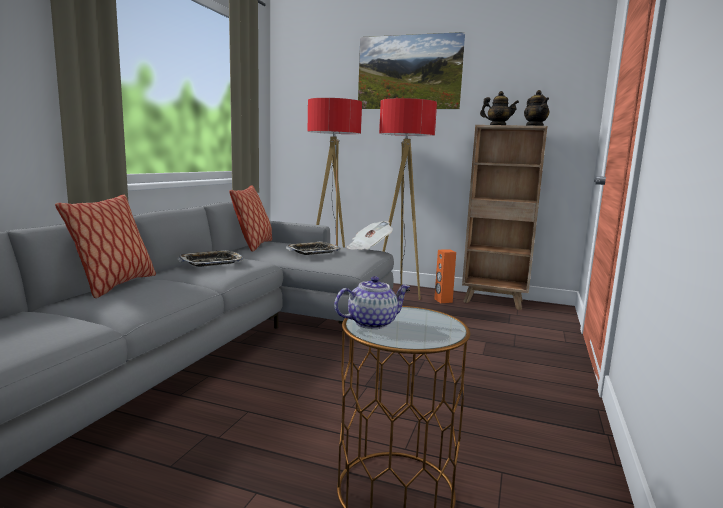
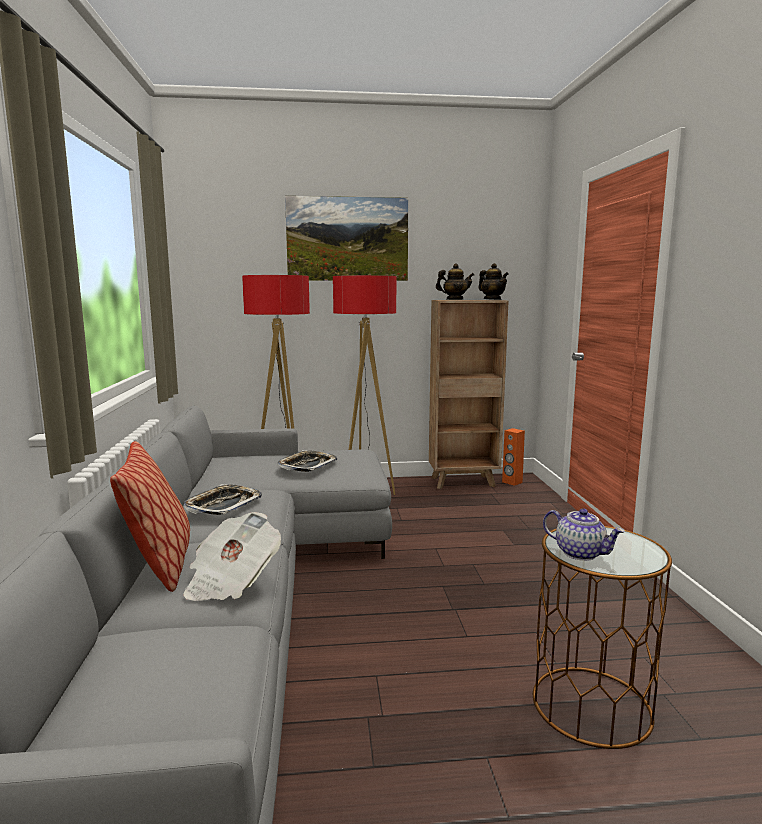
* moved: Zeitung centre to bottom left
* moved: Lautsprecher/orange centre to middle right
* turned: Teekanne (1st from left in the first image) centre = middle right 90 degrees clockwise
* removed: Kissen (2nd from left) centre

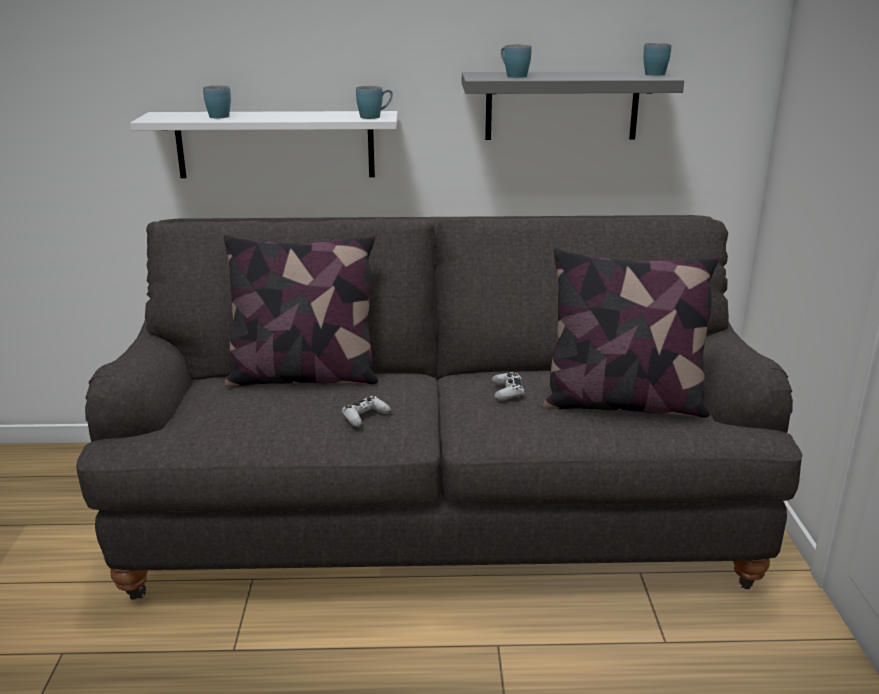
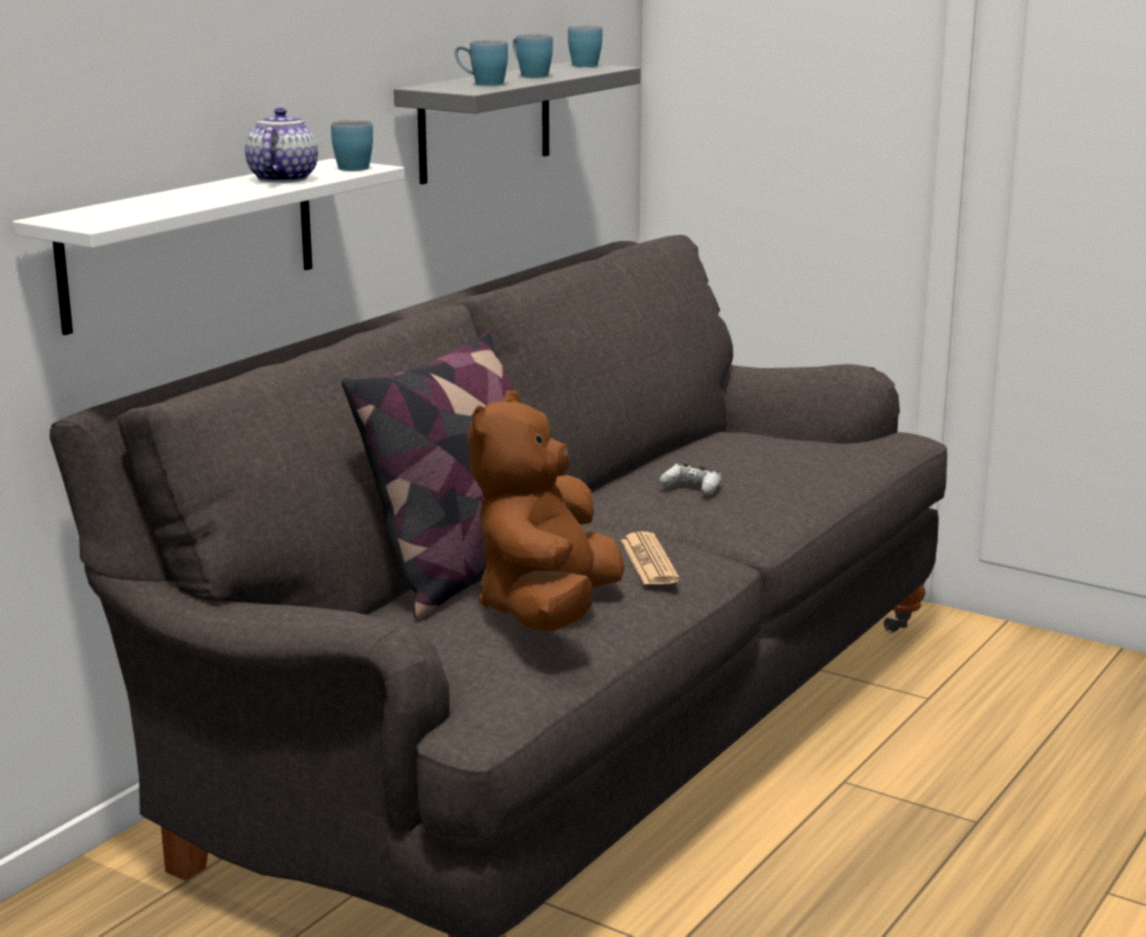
* added: Teekanne top left
* added: Plüschtier/braun centre
* moved: Henkelbecher/blau (1st from left in the first image) top left to Henkelbecher/blau (3rd from left) top centre
* replaced: Gamepad/weiß (1st from left) centre to Zeitung centre
* removed: Kissen (2nd from left) middle right

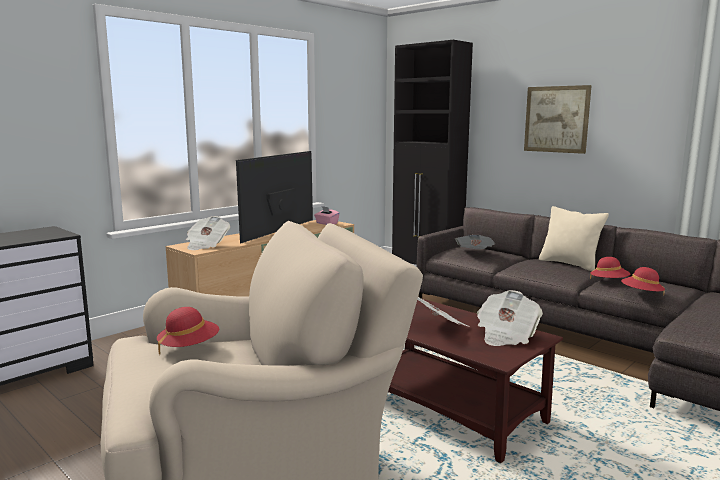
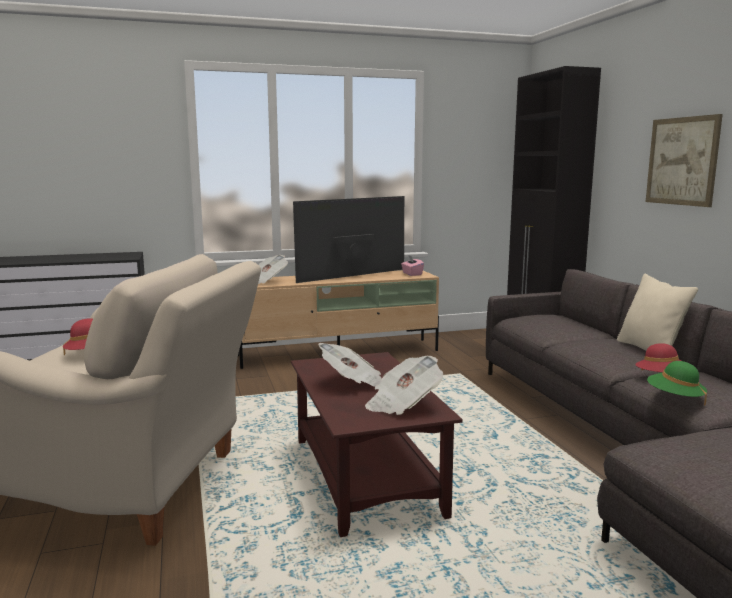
* recoloured: Hut/rot (3rd from left) middle right to Hut/grün middle right
* removed: Zeitung (3rd from left) centre

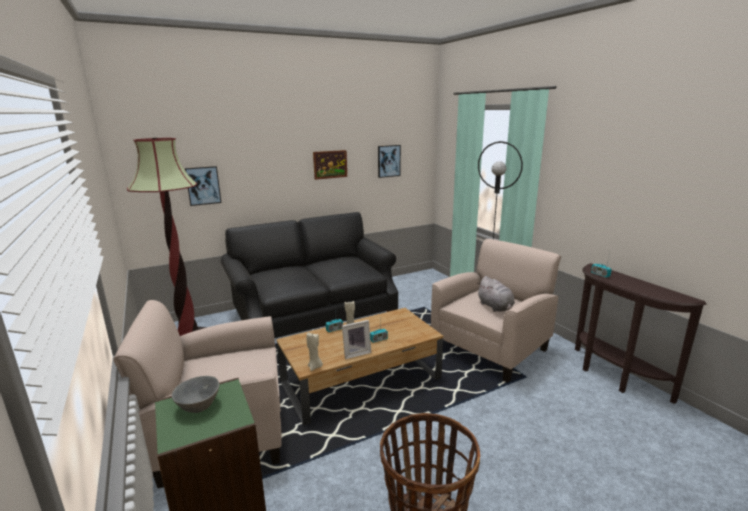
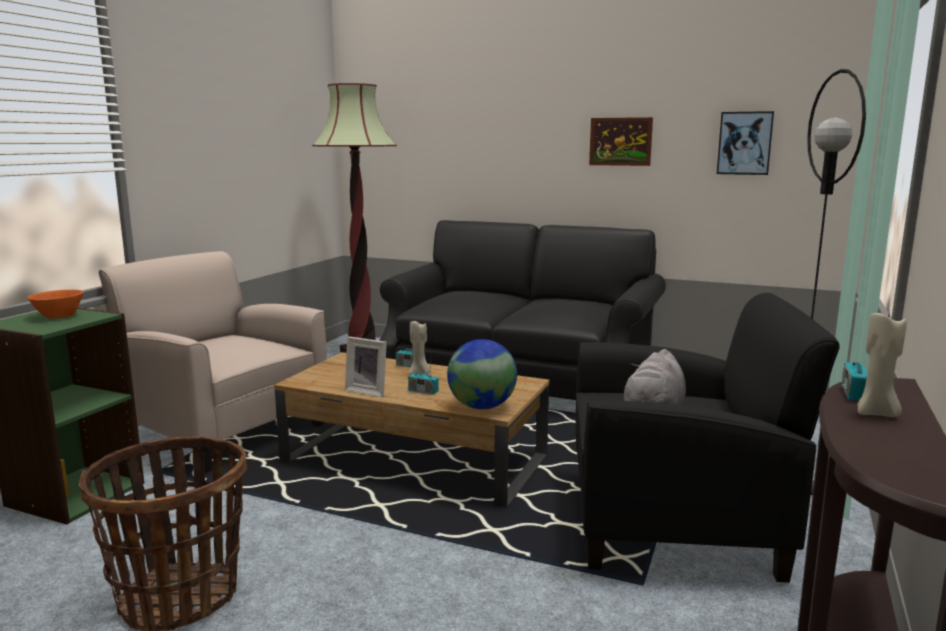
* recoloured: Schüssel/grau bottom left to Schüssel/orange middle left
* added: Globus centre
* recoloured: Sessel/beige (2nd from left) centre to Sessel/schwarz bottom right
* moved: Kerze/beige (1st from left in the first image) bottom centre to Kerze/beige (2nd from left) middle right
* removed: Bild (1st from left) middle left

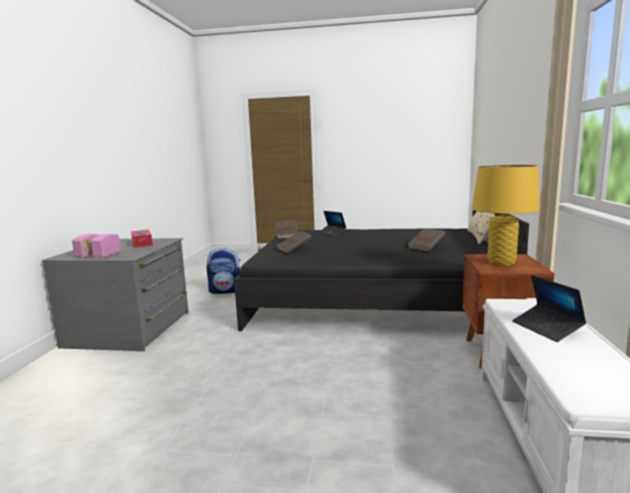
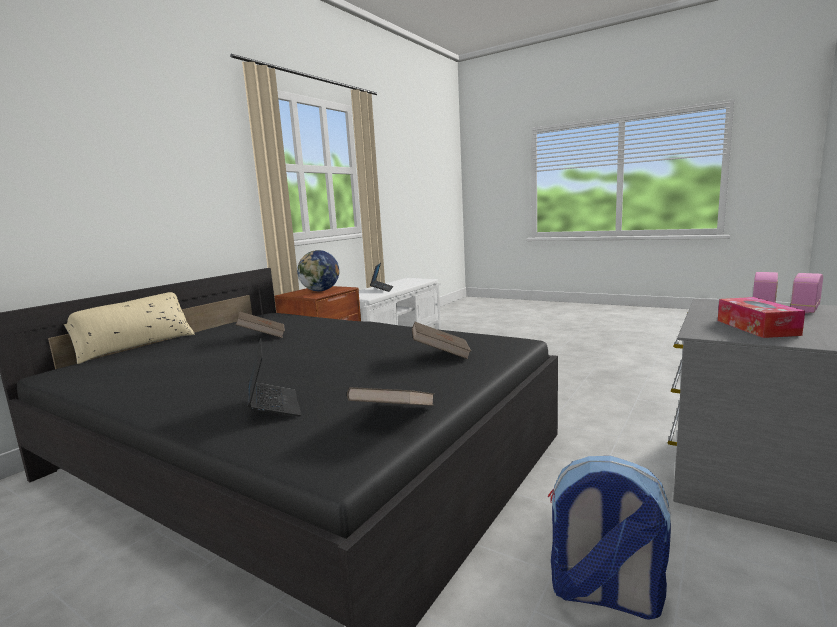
* replaced: Tischlampe/gelb middle right to Globus centre

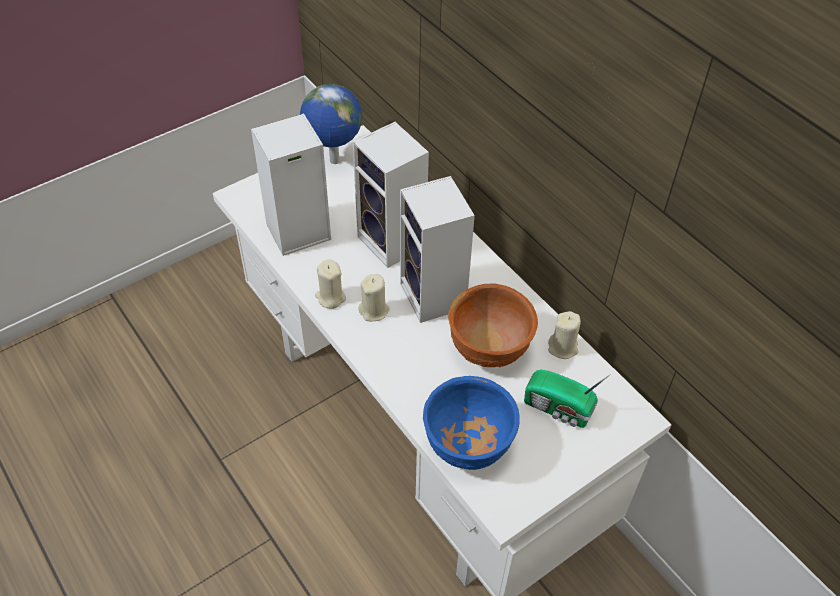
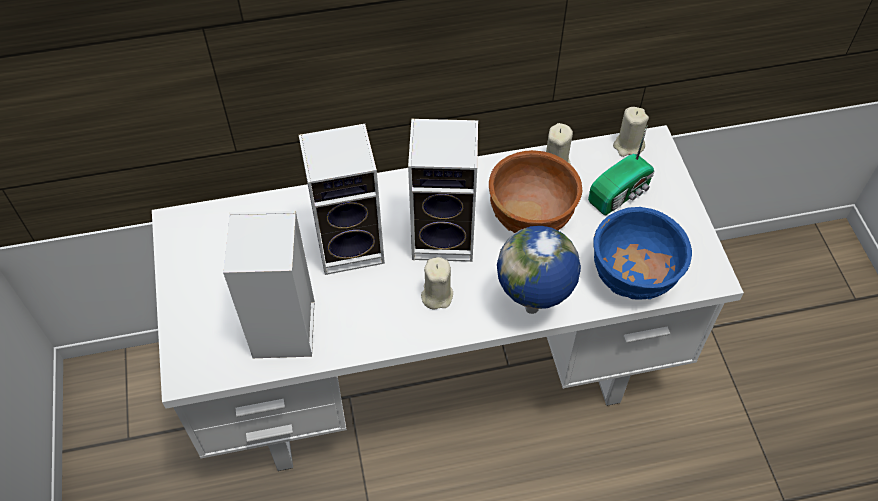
* moved: Globus top centre to centre
* moved: Kerze/beige (1st from left in the first image) centre to Kerze/beige (3rd from left) top right

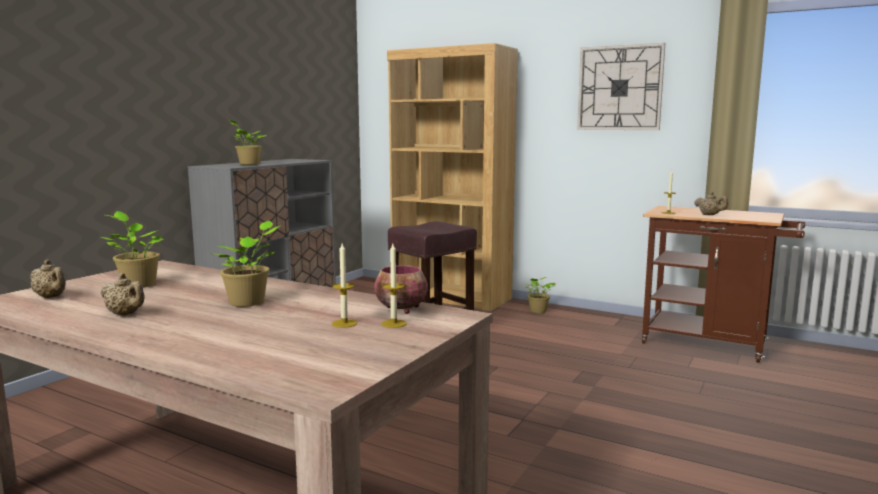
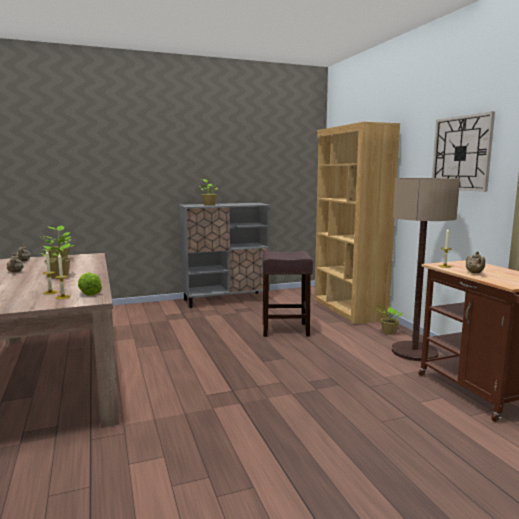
* replaced: Schüssel centre to Salatkopf middle left
* added: Stehlampe middle right

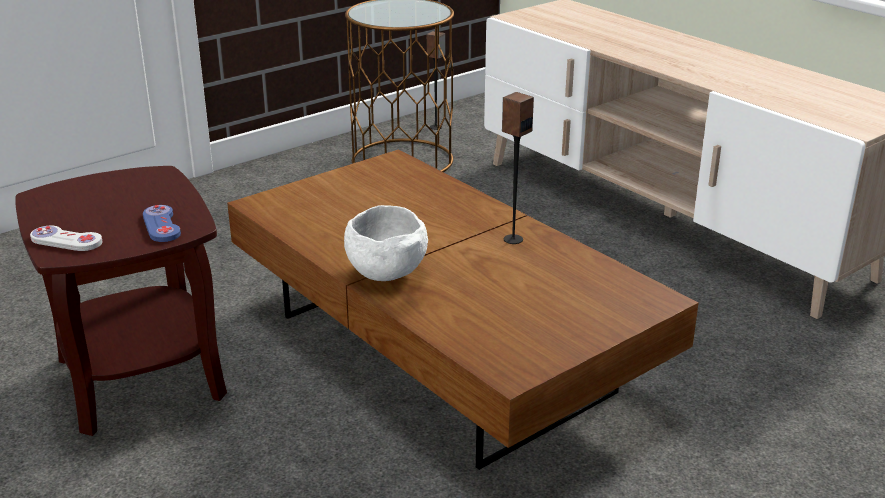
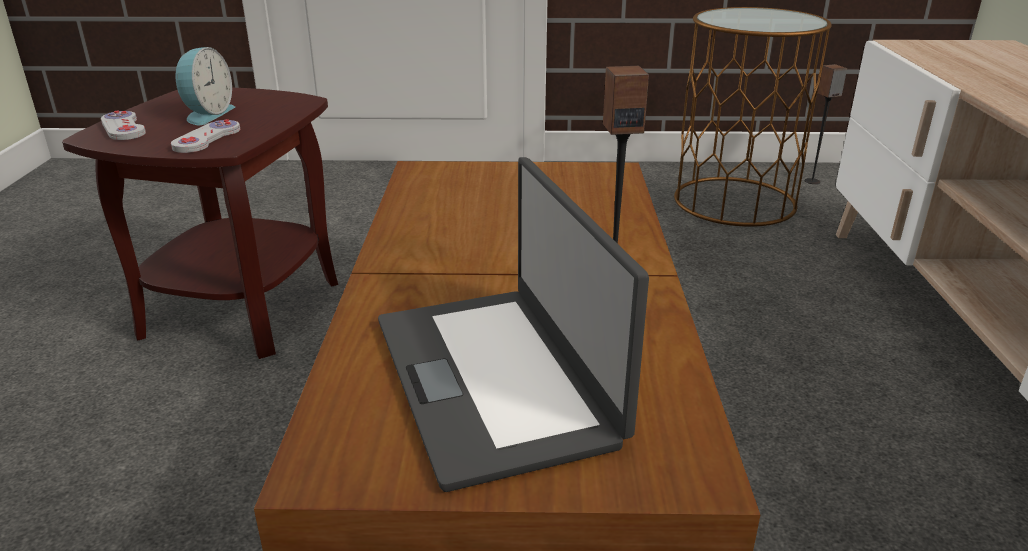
* recoloured: Gamepad/blau middle left to Gamepad/weiß (2nd from left) top left
* added: Wecker top left
* added: Laptop centre
* removed: Schüssel/weiß centre

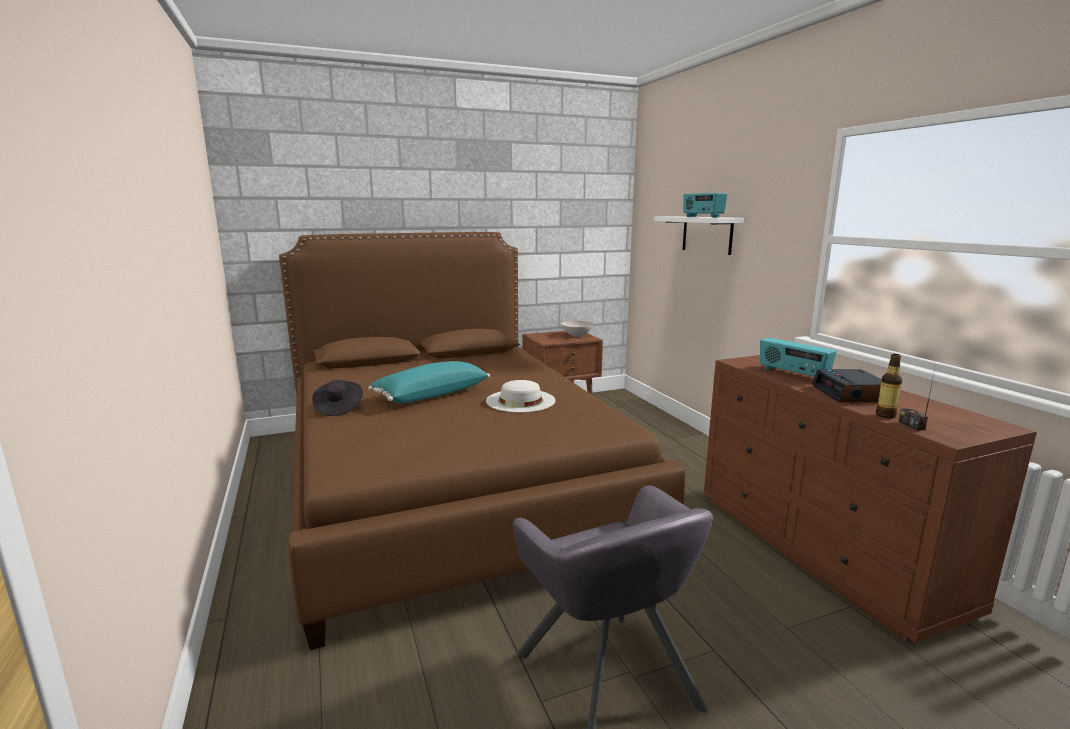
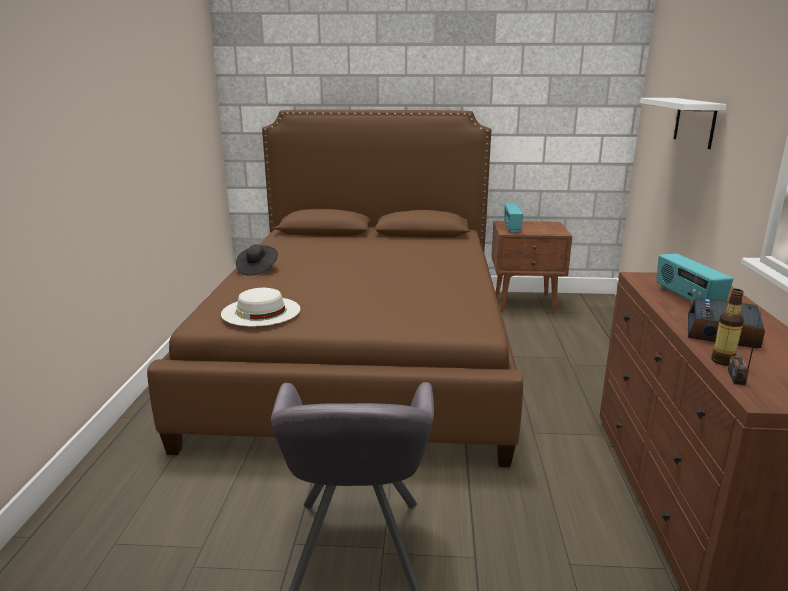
* moved: Hut/weiß centre to middle left
* moved: Radio (1st from left) top centre to centre
* removed: Kissen/türkis centre
* removed: Schüssel/weiß centre

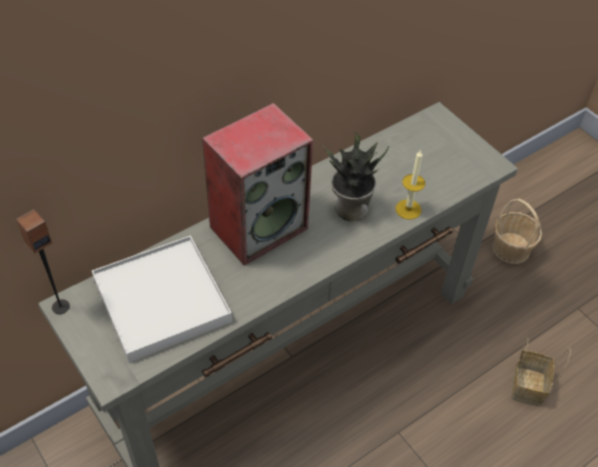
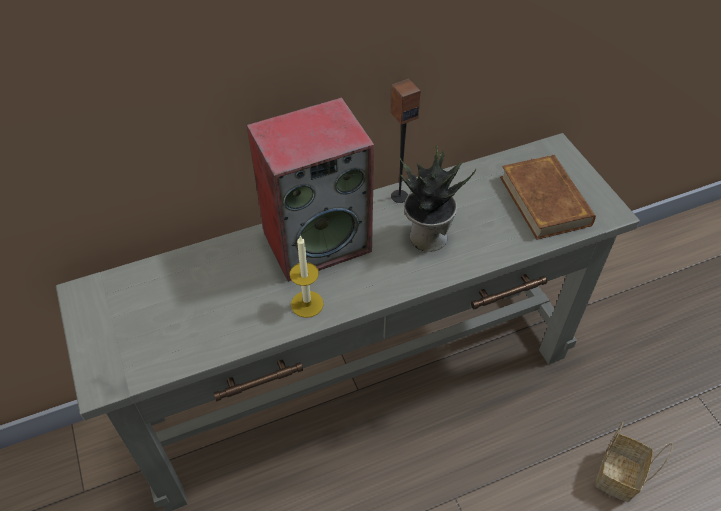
* moved: Kerze middle right to centre
* moved: Lautsprecher (1st from left in the first image) middle left to Lautsprecher (2nd from left) top centre
* added: Buch/braun middle right
* removed: Tablett/weiß middle left
* removed: Korb (1st from left) middle right

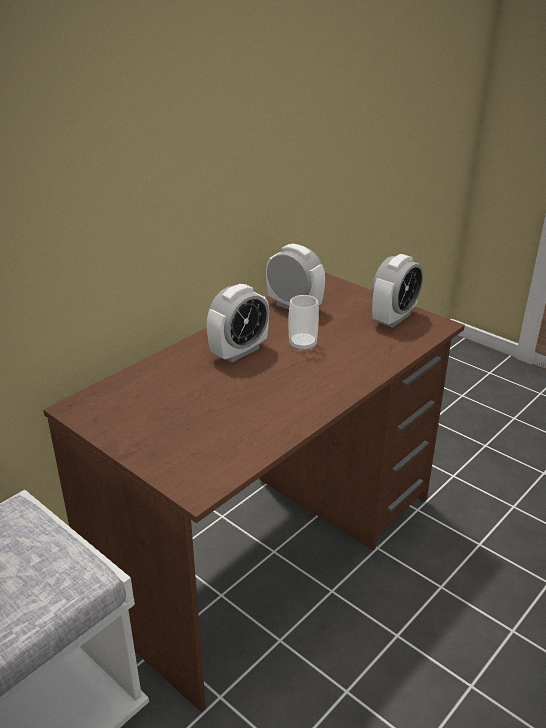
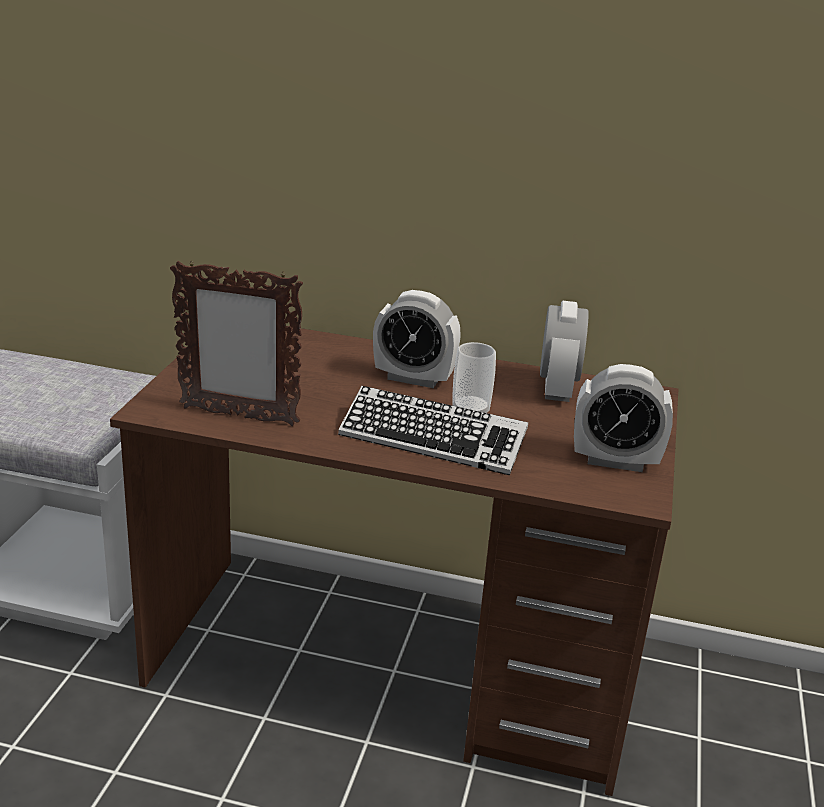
* added: Bilderrahmen middle left
* added: Tastatur centre

